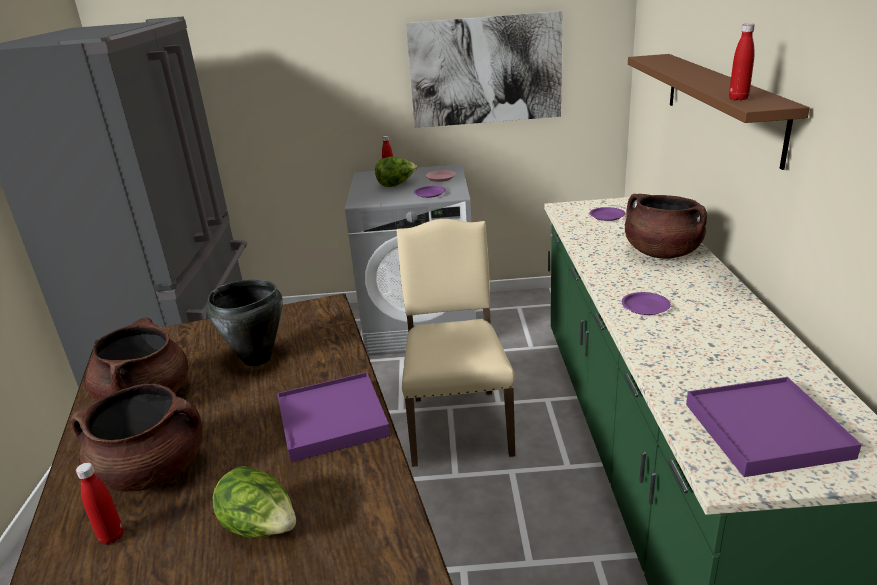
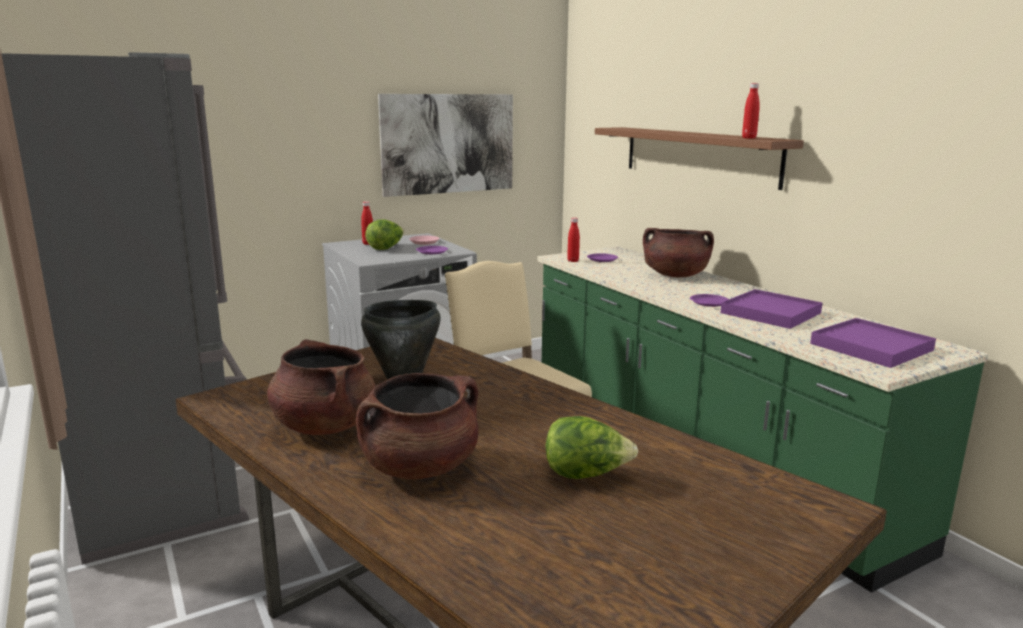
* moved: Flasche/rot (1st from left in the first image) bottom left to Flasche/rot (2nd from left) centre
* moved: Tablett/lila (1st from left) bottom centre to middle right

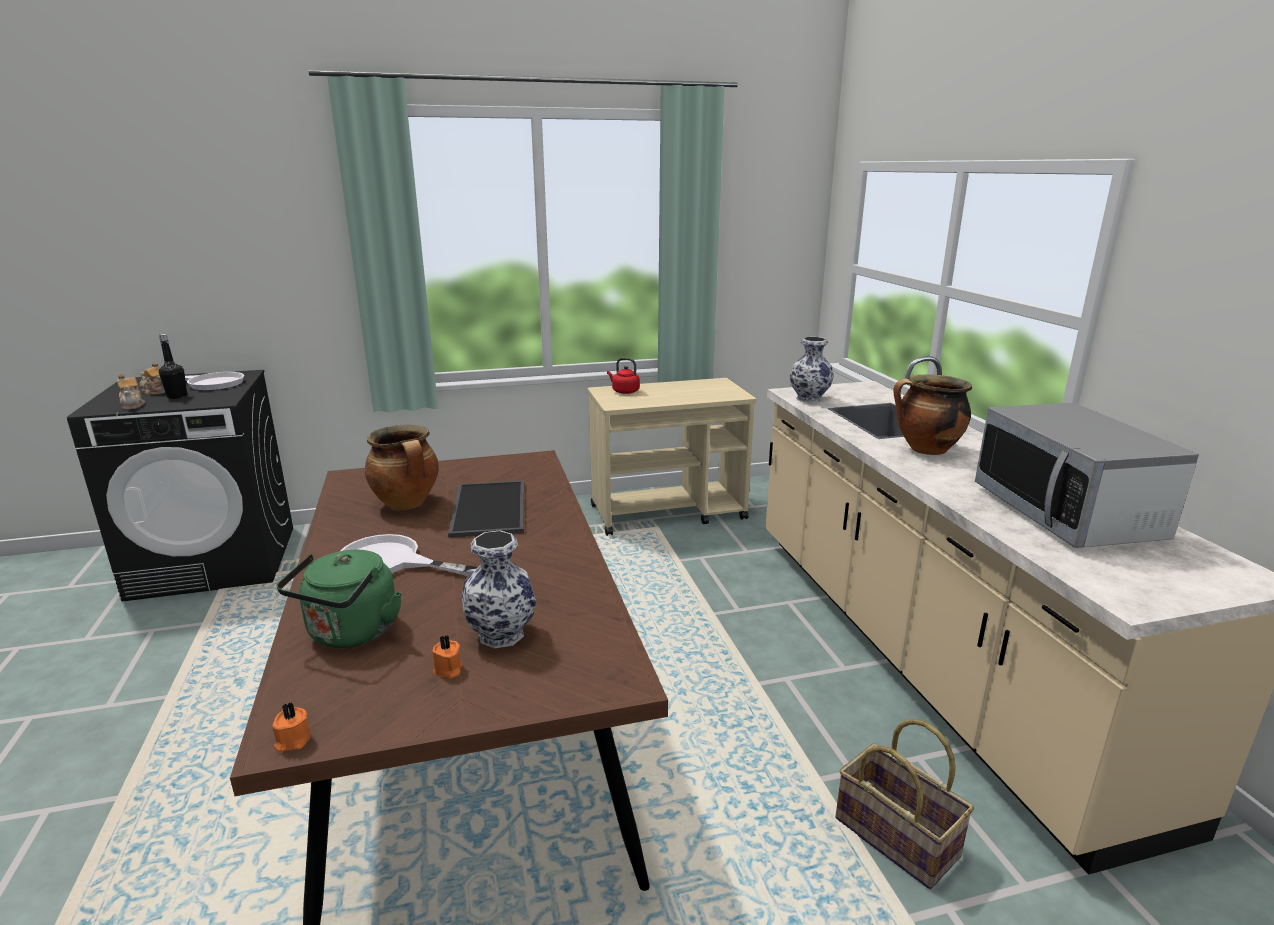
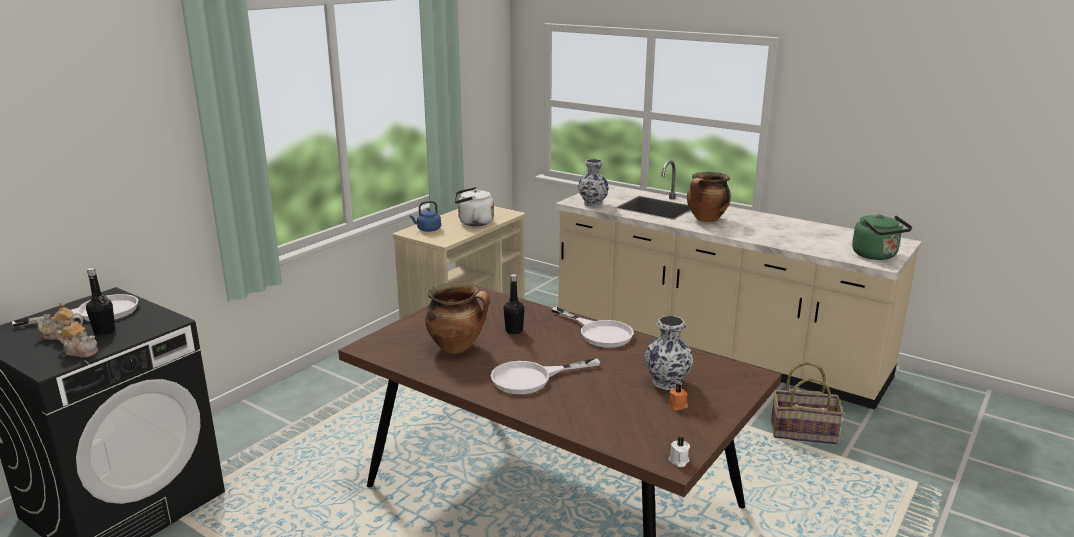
* recoloured: Wasserkessel/rot centre to Wasserkessel/blau centre
* added: Wasserkessel/weiß centre
* replaced: Tablett centre to Flasche/schwarz (2nd from left) centre
* added: Pfanne/weiß (3rd from left) centre
* recoloured: Kerze/orange (1st from left) bottom left to Kerze/weiß bottom centre
* moved: Wasserkessel/grün middle left to middle right
* removed: Mikrowelle middle right

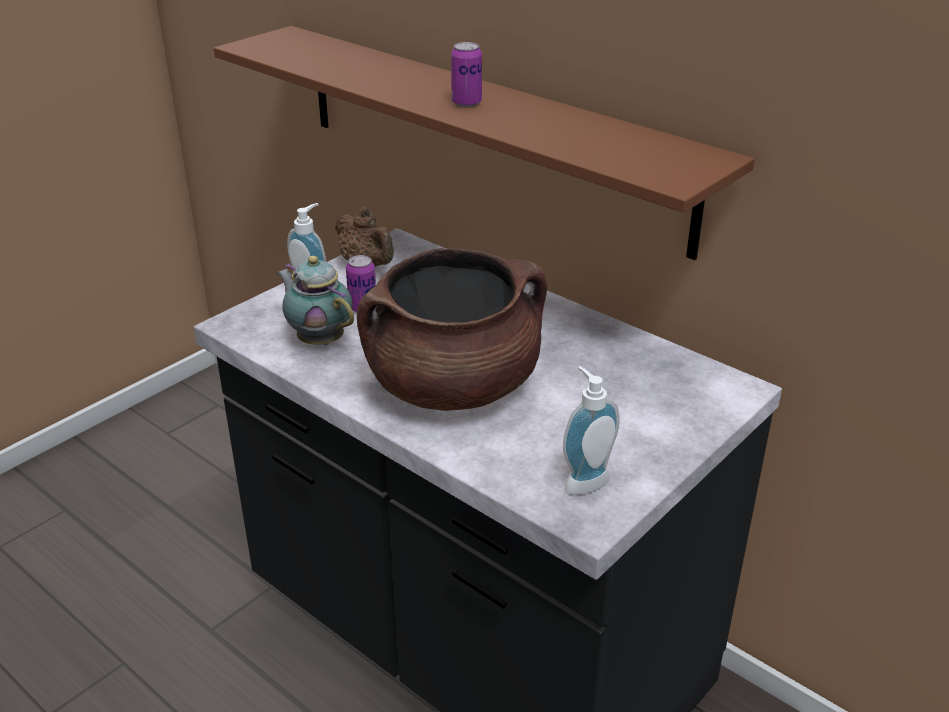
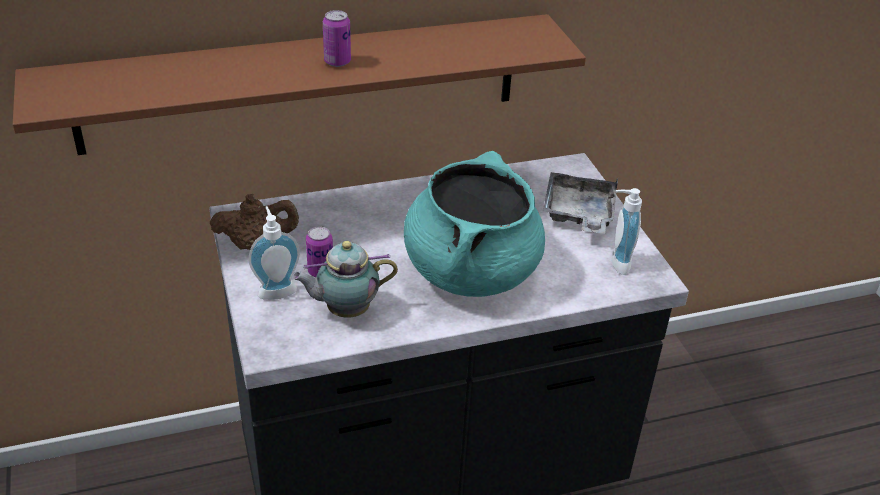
* recoloured: Kochtopf/braun centre to Kochtopf/türkis centre
* added: Tablett/grau centre

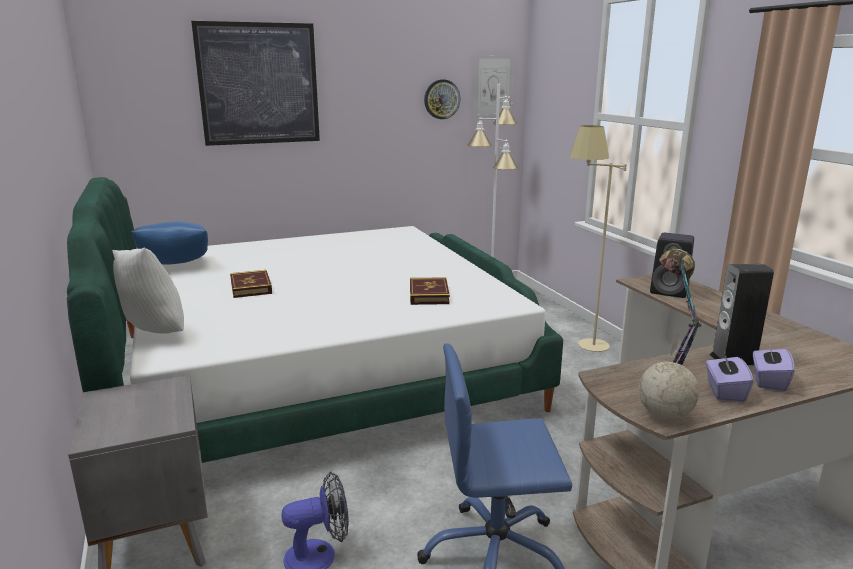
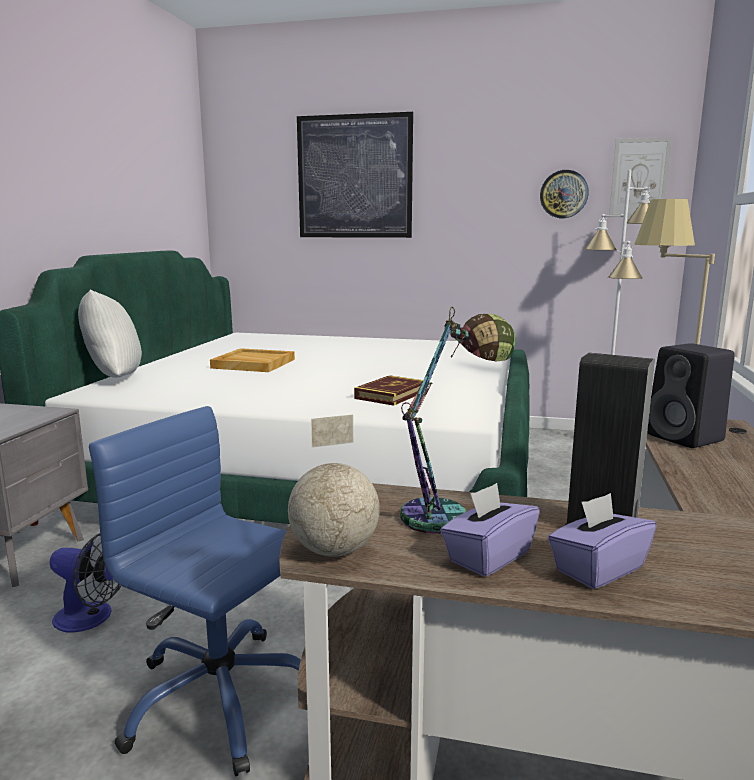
* replaced: Buch (1st from left) middle left to Tablett/beige centre
* removed: Kissen/blau middle left

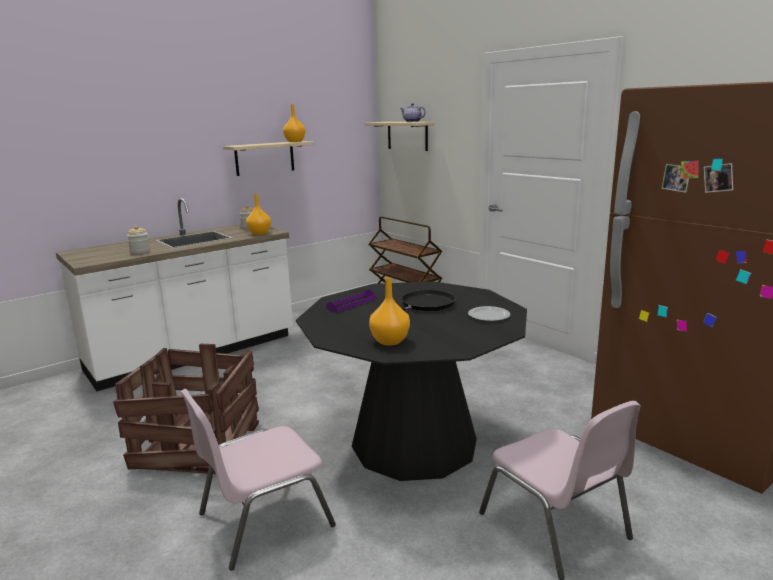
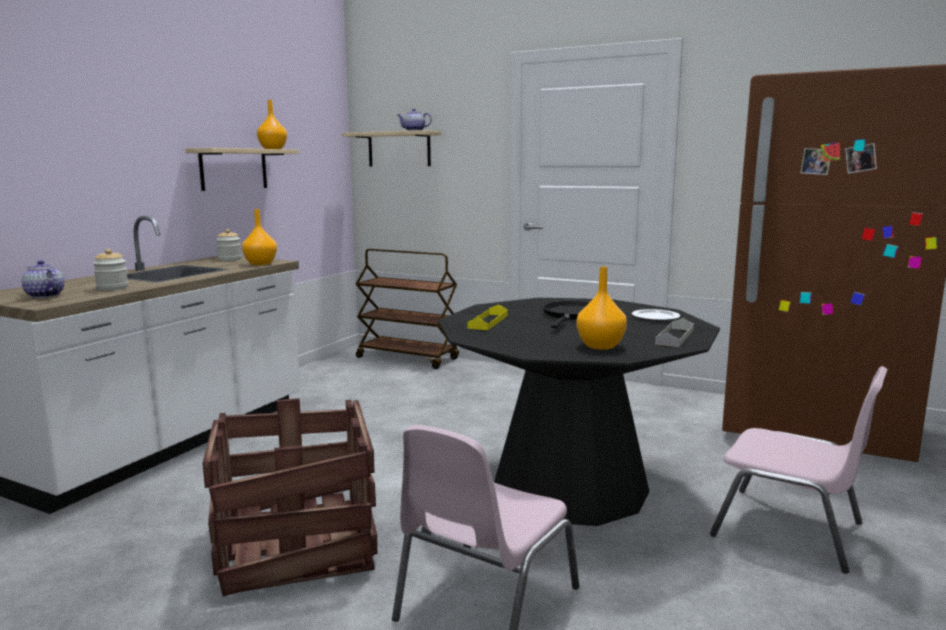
* added: Teekanne (1st from left) middle left
* recoloured: Tablett/lila centre to Tablett/gelb centre
* added: Tablett/grau middle right

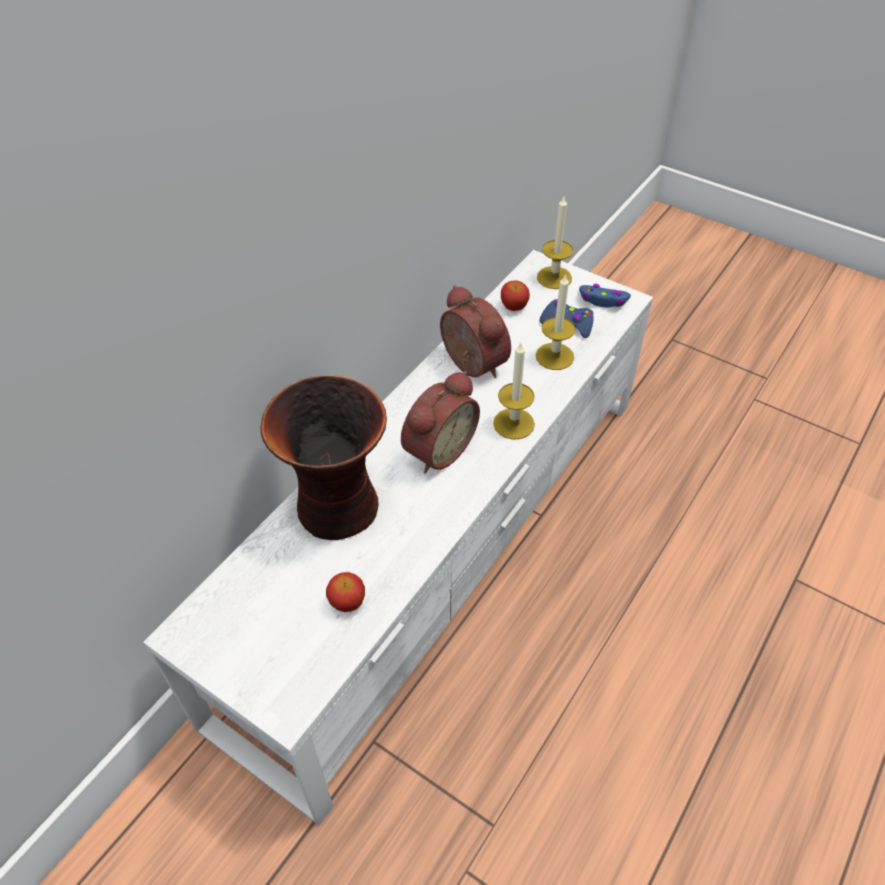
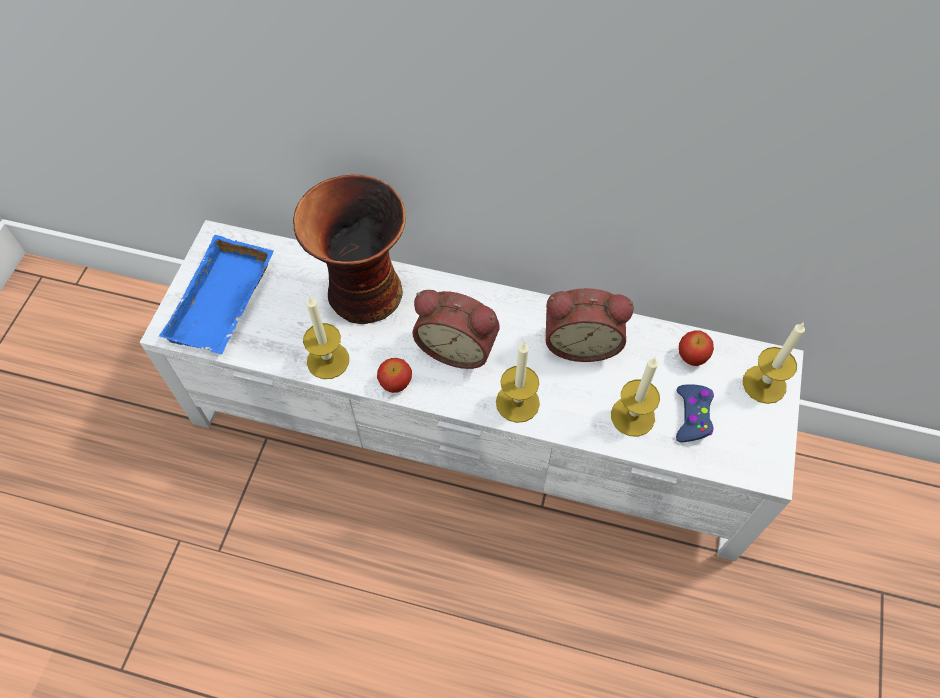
* added: Tablett/blau middle left
* added: Kerze (1st from left) centre
* moved: Apfel (1st from left) bottom centre to centre
* turned: Wecker (2nd from left) centre = centre 60 degrees clockwise
* removed: Gamepad/blau (2nd from left) middle right

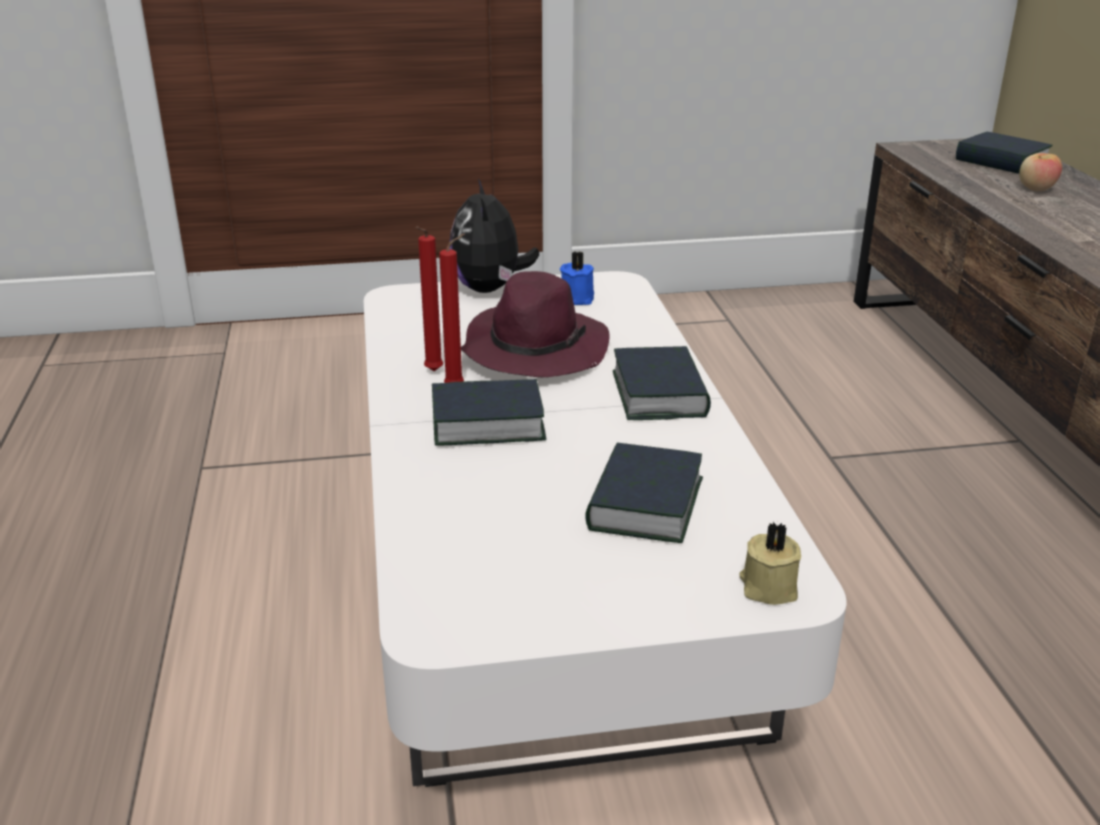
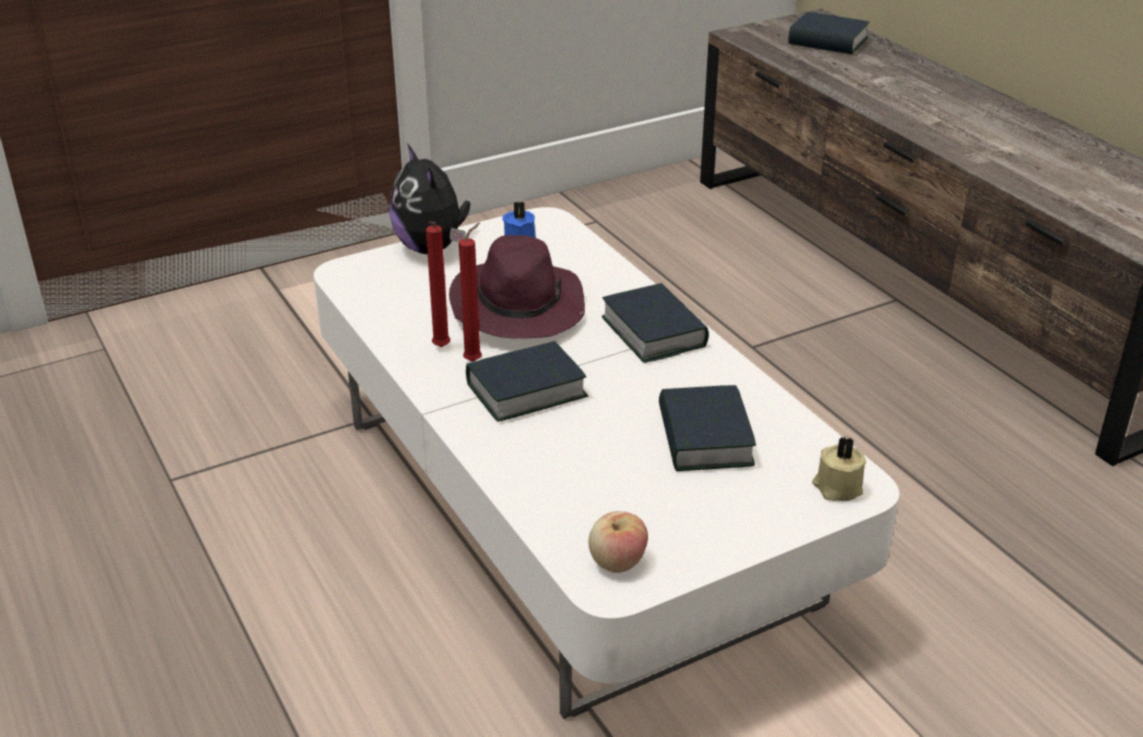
* moved: Apfel top right to bottom centre

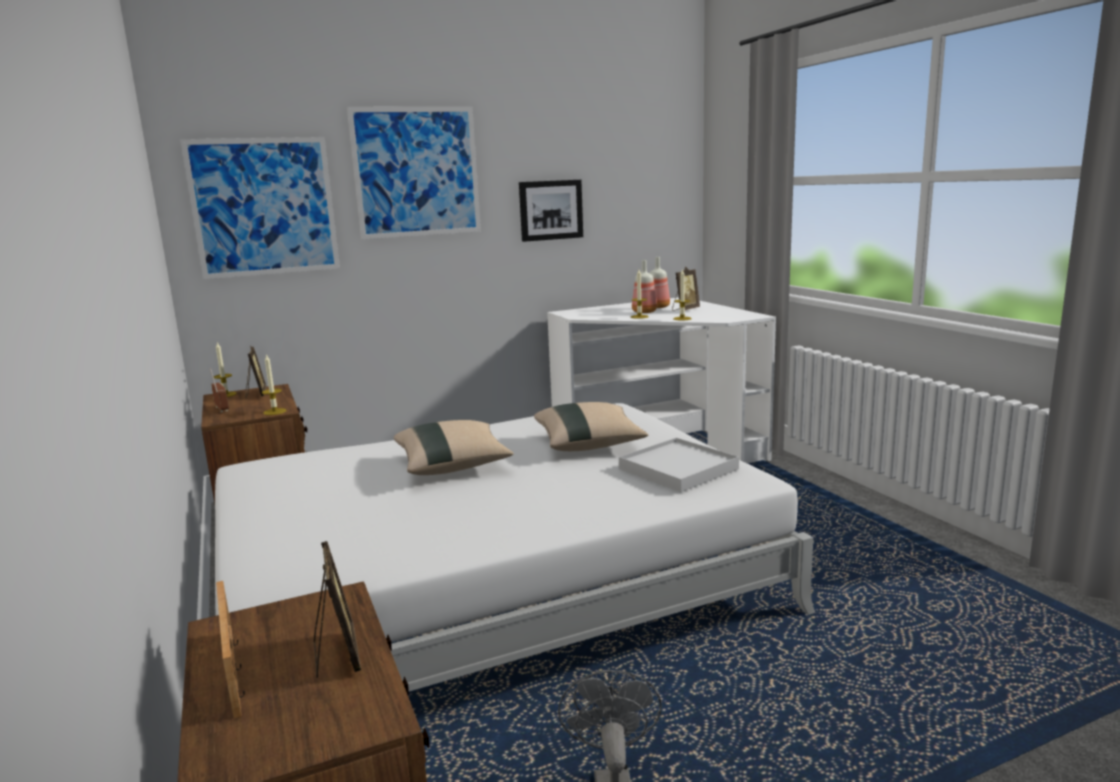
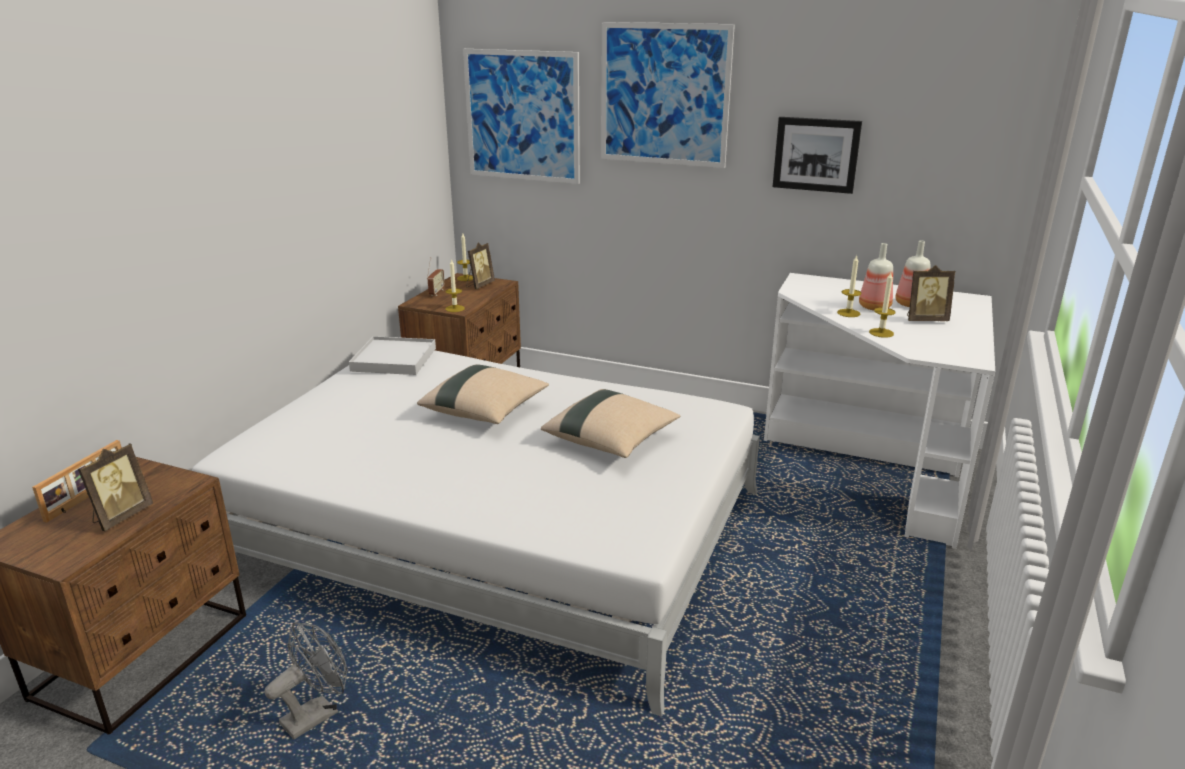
* moved: Tablett/weiß centre to middle left

